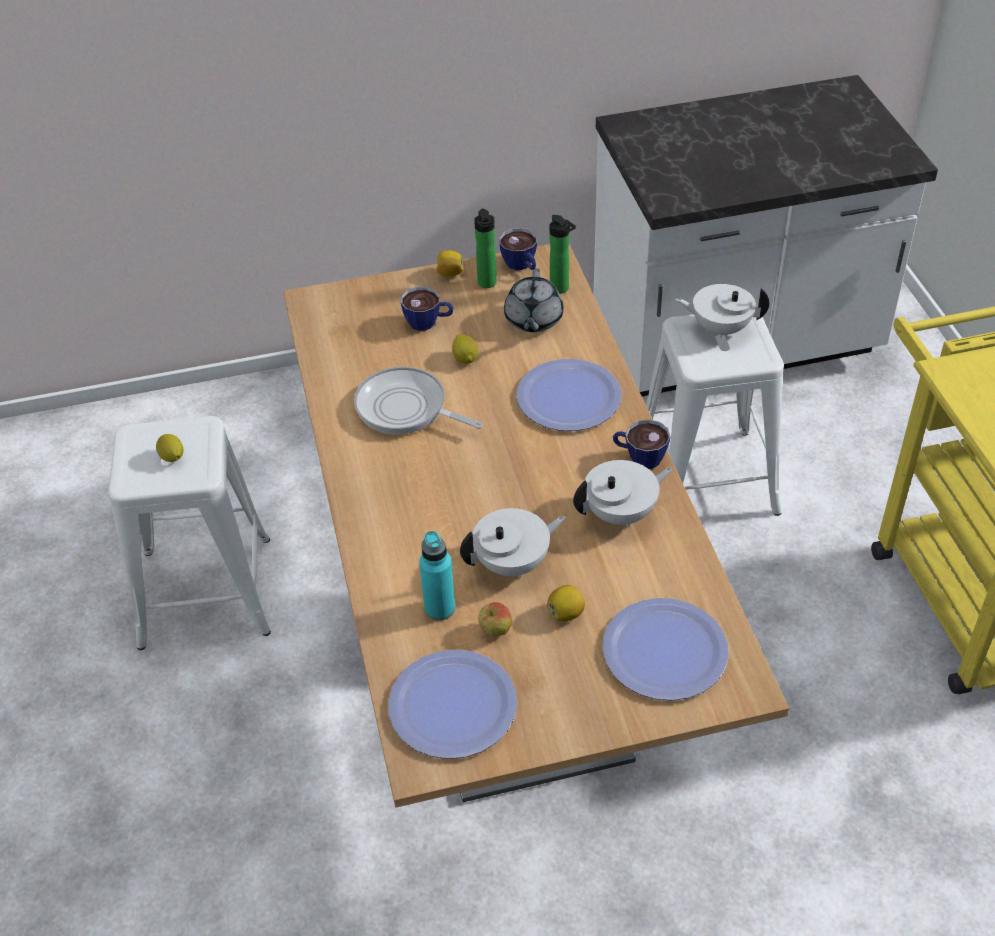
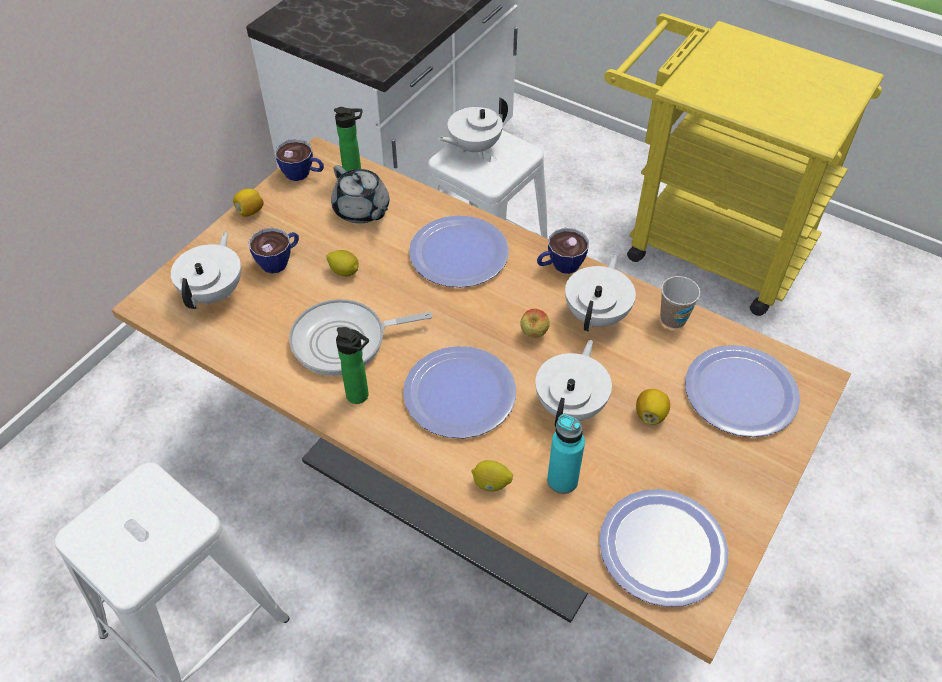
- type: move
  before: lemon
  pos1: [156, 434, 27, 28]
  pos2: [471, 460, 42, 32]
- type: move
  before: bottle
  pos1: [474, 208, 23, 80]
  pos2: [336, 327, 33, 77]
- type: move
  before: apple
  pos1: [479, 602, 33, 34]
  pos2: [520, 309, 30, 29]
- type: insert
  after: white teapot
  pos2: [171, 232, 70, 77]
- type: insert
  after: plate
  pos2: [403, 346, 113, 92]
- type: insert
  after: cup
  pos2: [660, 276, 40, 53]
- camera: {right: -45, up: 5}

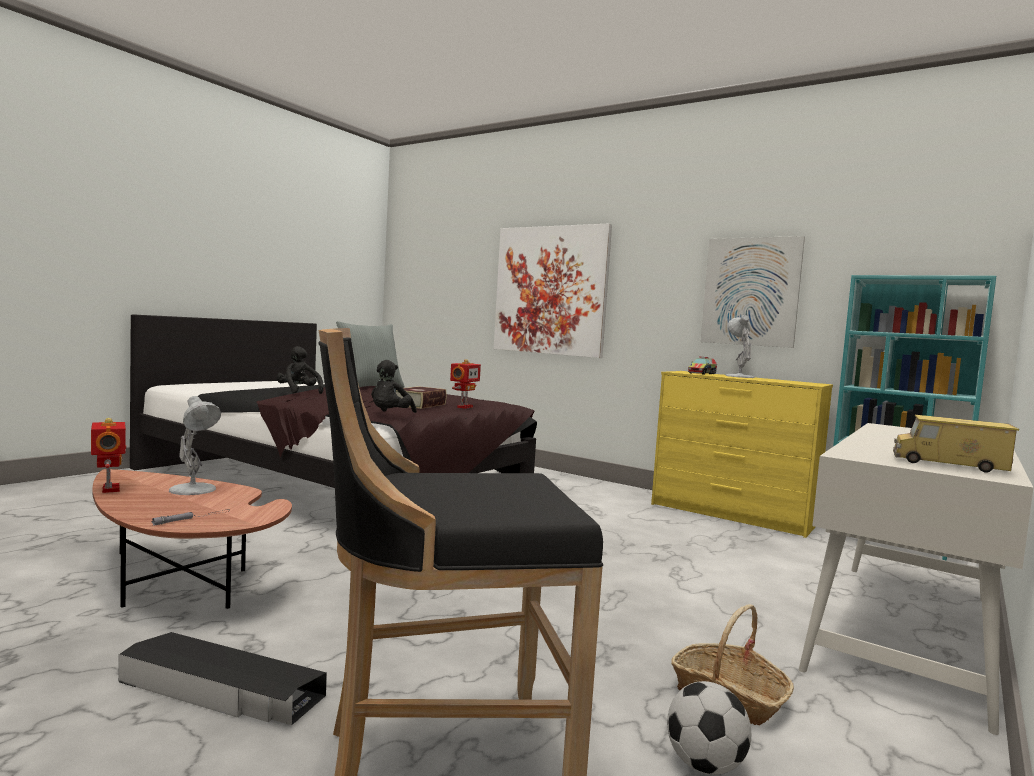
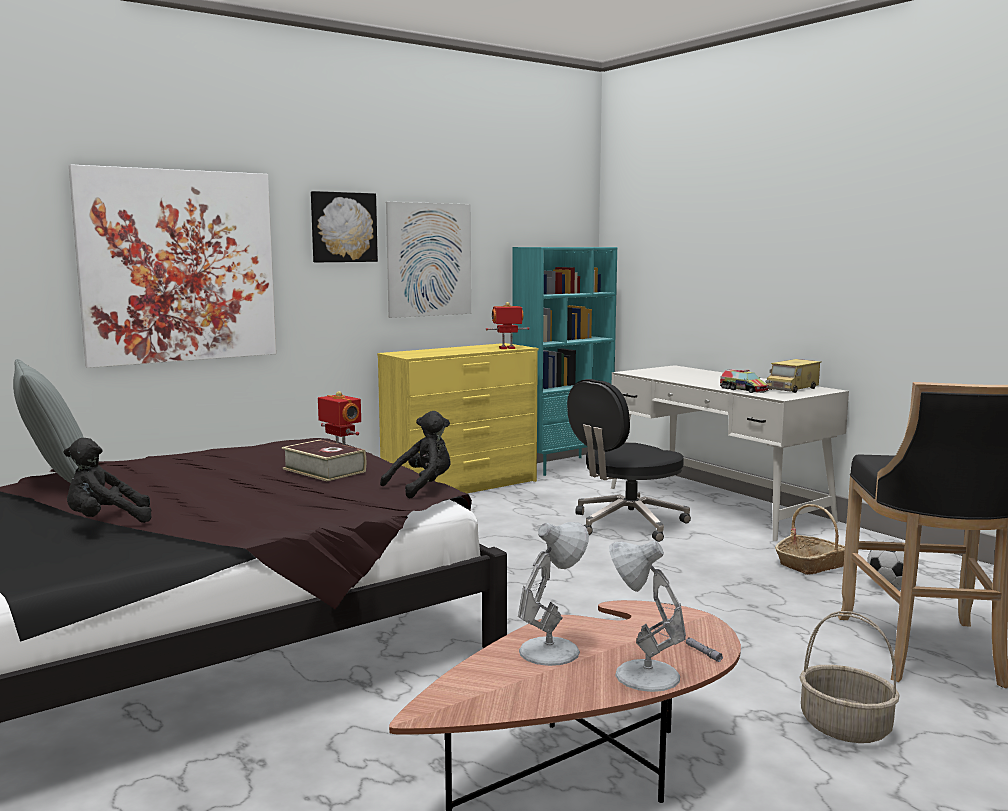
- type: move
  before: toy robot
  pos1: [91, 418, 35, 75]
  pos2: [486, 302, 43, 47]
- type: replace
  before: black storage box
  after: basket
  pos1: [119, 632, 208, 93]
  pos2: [799, 611, 101, 132]
- type: rotate
  before: black plush toy
  pos1: [371, 360, 46, 53]
  pos2: [380, 411, 71, 88]
  turn: -75
- type: move
  before: toy truck
  pos1: [688, 357, 29, 18]
  pos2: [720, 369, 49, 24]
- type: move
  before: white table lamp
  pos1: [725, 315, 29, 63]
  pos2: [609, 540, 77, 152]
- type: insert
  after: picture
  pos2: [311, 191, 67, 71]
- type: insert
  after: black office chair
  pos2: [567, 379, 124, 163]
- camera: {right: -70, up: 5}

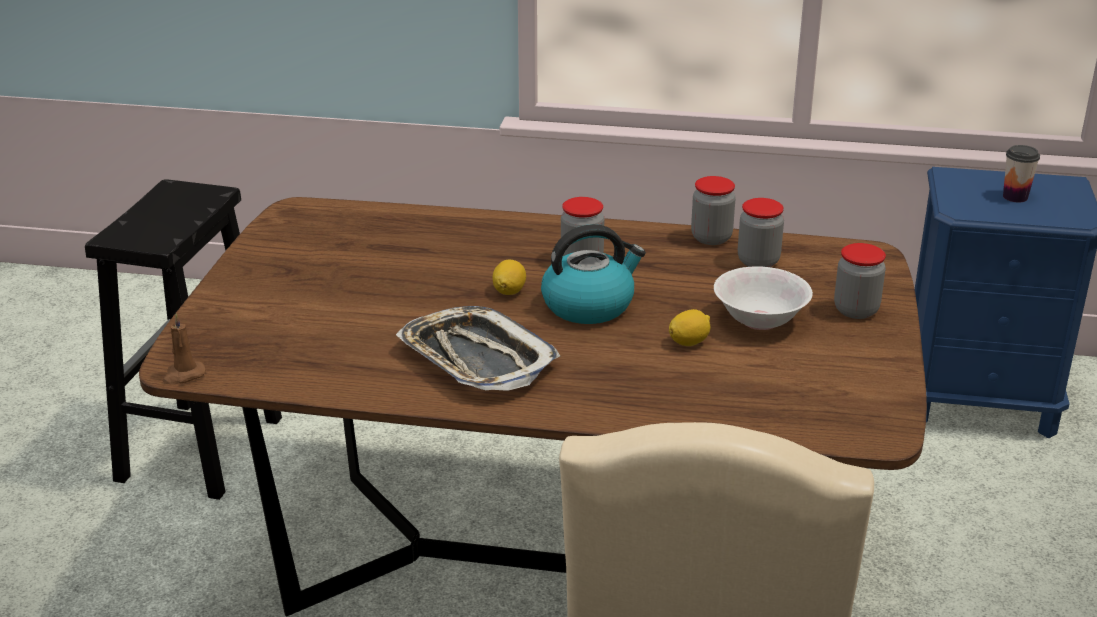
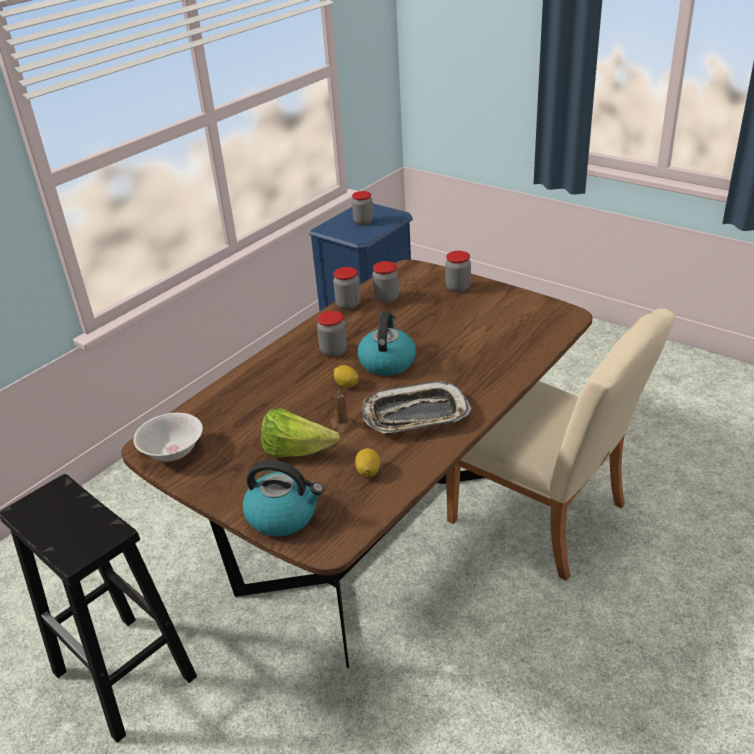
- type: move
  before: brown candle
  pos1: [162, 313, 44, 72]
  pos2: [330, 388, 23, 46]
- type: move
  before: lemon
  pos1: [669, 309, 42, 37]
  pos2: [355, 448, 25, 29]
- type: move
  before: white bowl
  pos1: [714, 267, 99, 63]
  pos2: [133, 413, 70, 49]
- type: replace
  before: cup
  after: jar
  pos1: [1003, 145, 37, 57]
  pos2: [352, 191, 21, 34]
- type: insert
  after: kettle
  pos2: [243, 460, 81, 76]
- type: insert
  after: lettuce
  pos2: [261, 408, 79, 49]
- camera: {right: -60, up: 5}

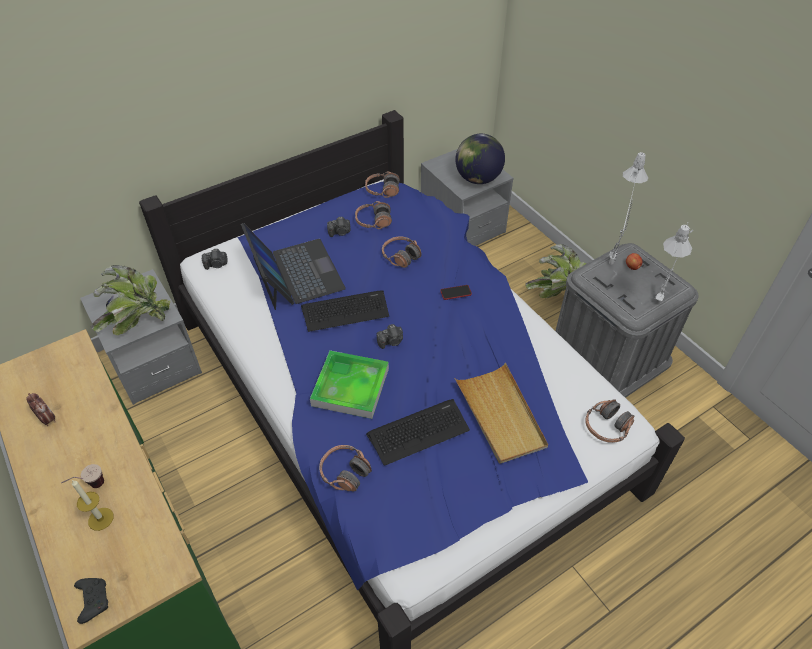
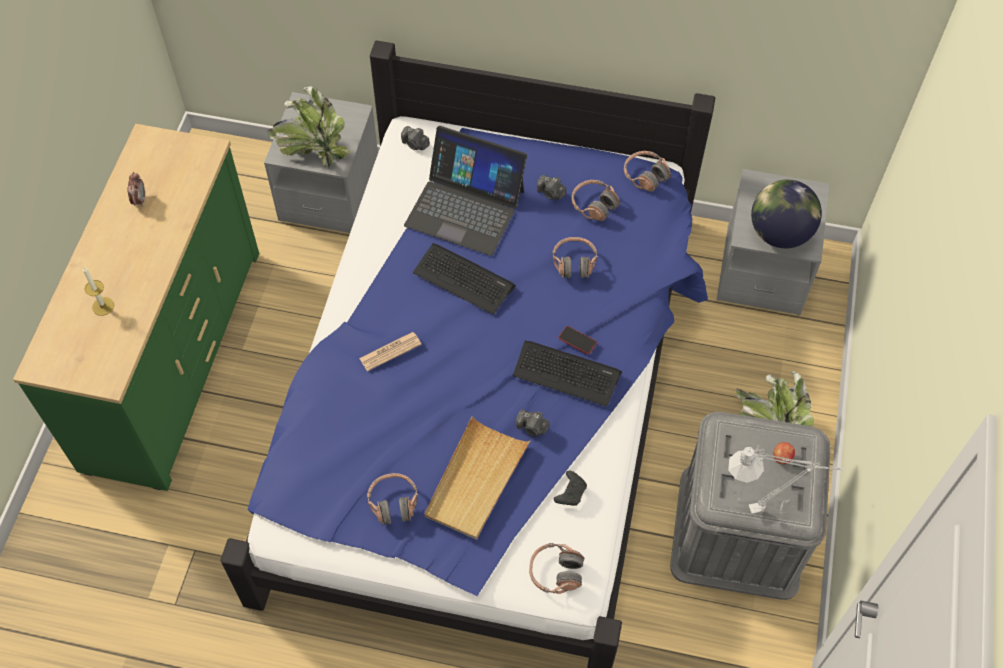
- type: delete
  before: cup
  pos1: [61, 464, 43, 24]
- type: move
  before: black game controller
  pos1: [74, 578, 34, 46]
  pos2: [554, 471, 33, 35]
- type: rotate
  before: laptop
  pos1: [241, 223, 105, 87]
  pos2: [404, 126, 123, 130]
  turn: 90
- type: replace
  before: tray
  after: newspaper
  pos1: [310, 350, 79, 69]
  pos2: [359, 332, 63, 39]
- type: move
  before: headphones
  pos1: [319, 445, 53, 46]
  pos2: [367, 473, 51, 53]
- type: move
  before: keyboard
  pos1: [366, 399, 104, 67]
  pos2: [513, 340, 109, 67]
- type: move
  before: photo camera
  pos1: [376, 324, 27, 25]
  pos2: [516, 409, 34, 28]
- type: delete
  before: grey table lamp
  pos1: [609, 152, 39, 113]
- camera: {right: 45, up: 10}

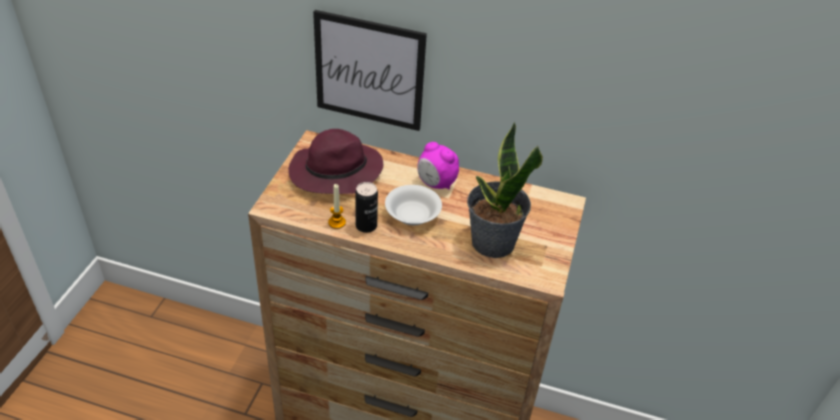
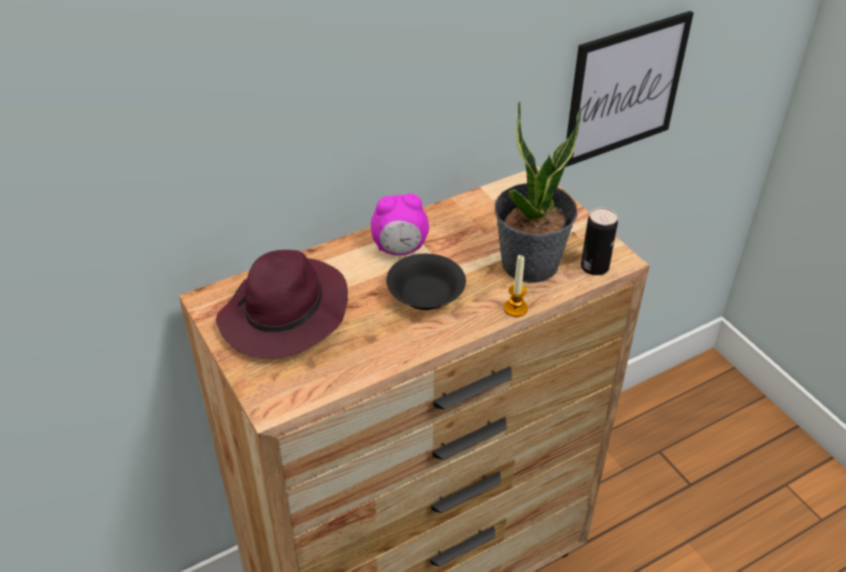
- type: move
  before: picture
  pos1: [313, 10, 114, 121]
  pos2: [565, 11, 129, 156]
- type: move
  before: candle
  pos1: [328, 184, 18, 45]
  pos2: [504, 255, 24, 62]
- type: move
  before: can
  pos1: [355, 182, 23, 51]
  pos2: [581, 207, 37, 68]
- type: recolor
  before: white bowl
  after: black bowl
  pos1: [385, 185, 57, 40]
  pos2: [386, 254, 80, 56]
- camera: {right: -45, up: 0}

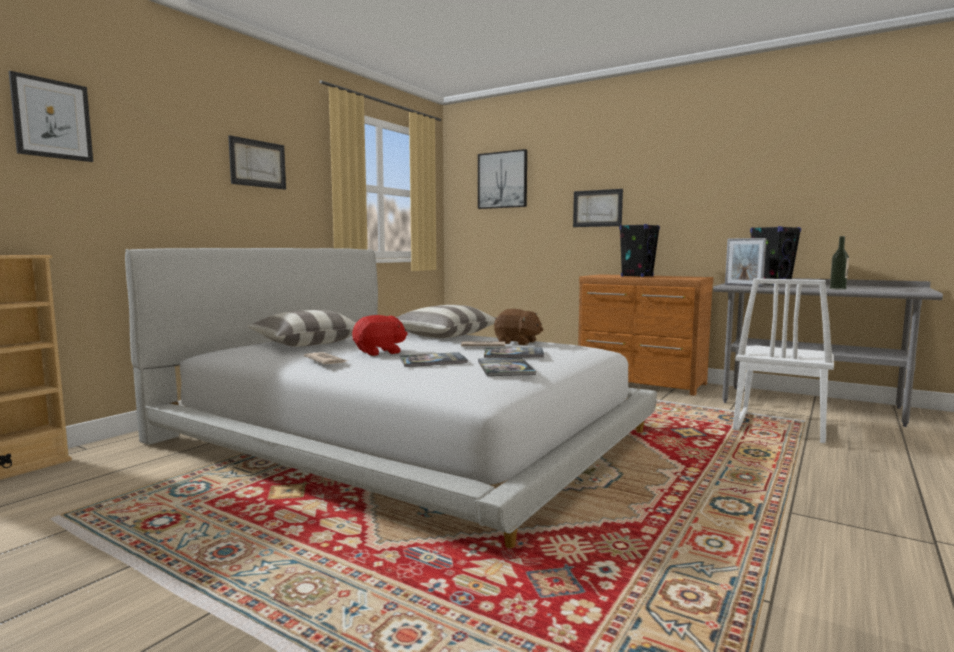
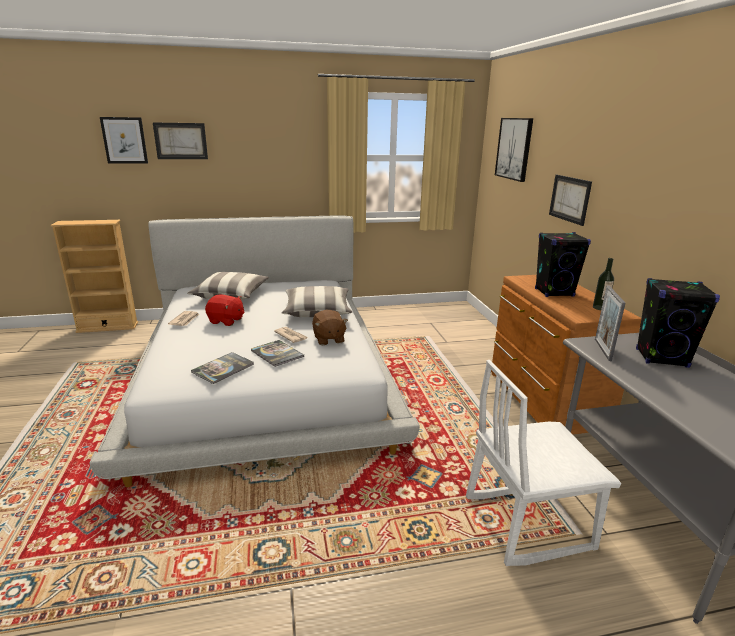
- type: move
  before: picture
  pos1: [228, 135, 58, 55]
  pos2: [153, 122, 55, 37]
- type: delete
  before: book
  pos1: [400, 352, 68, 15]
- type: move
  before: bottle
  pos1: [830, 236, 19, 54]
  pos2: [593, 258, 21, 52]
- camera: {right: 45, up: 15}

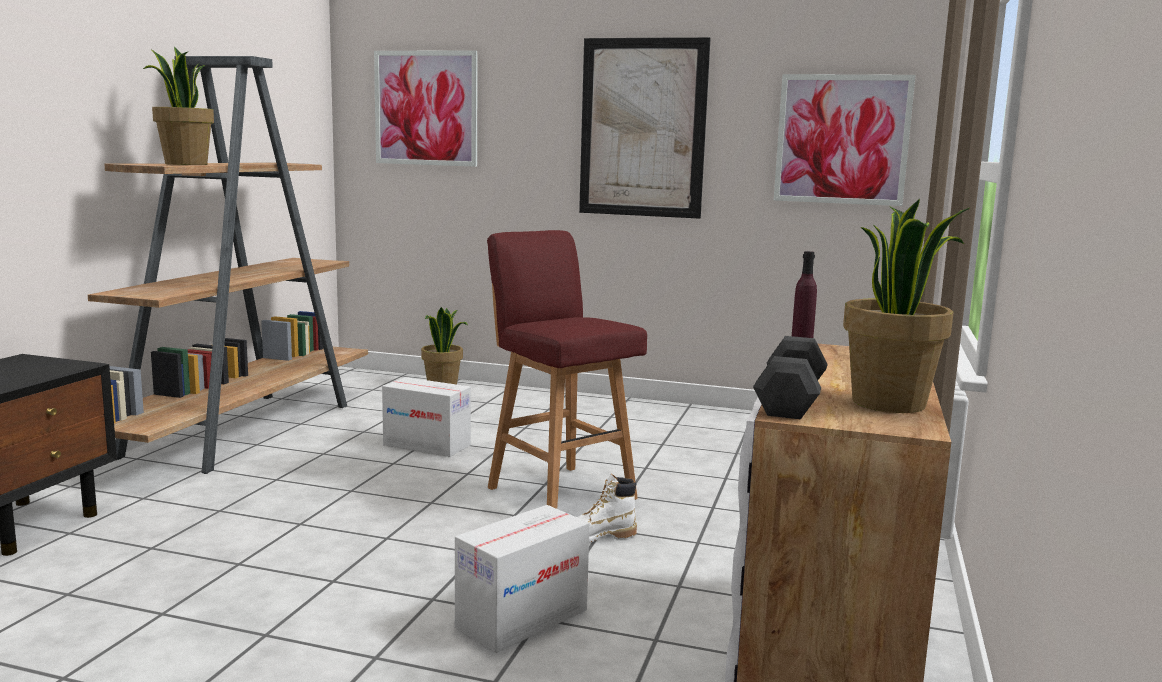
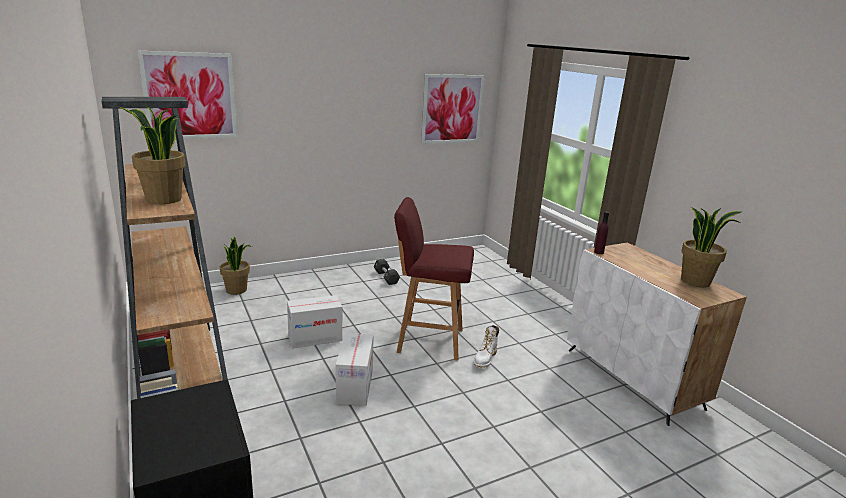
- type: move
  before: cardboard box
  pos1: [455, 505, 135, 148]
  pos2: [336, 333, 38, 73]
- type: delete
  before: picture
  pos1: [579, 37, 132, 182]
- type: move
  before: black dumbbell
  pos1: [753, 336, 75, 83]
  pos2: [373, 259, 27, 26]
- camera: {right: -45, up: 10}

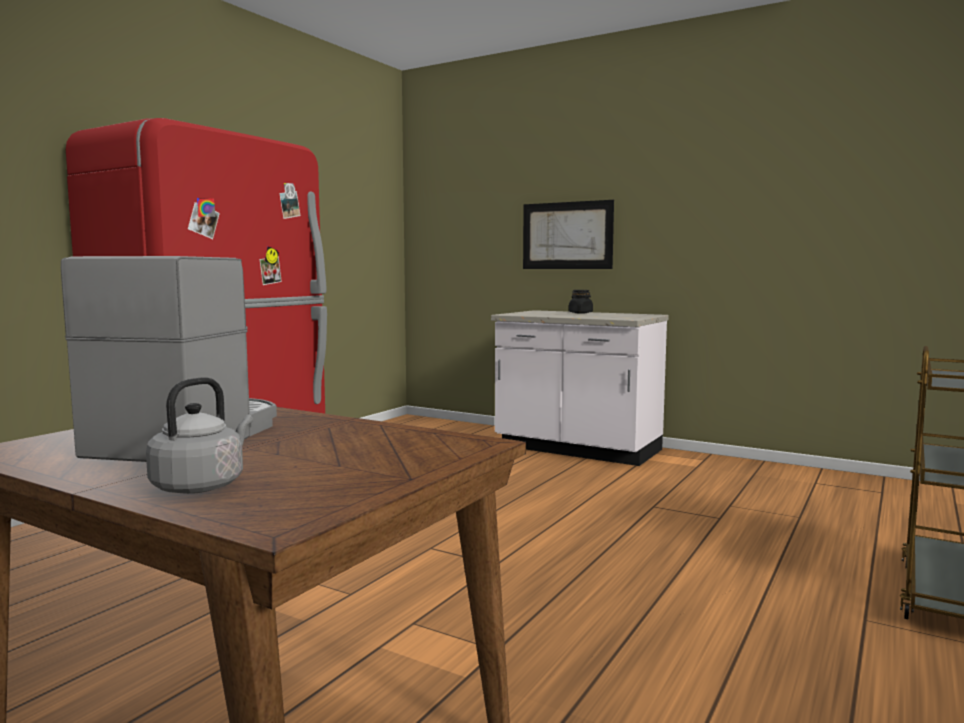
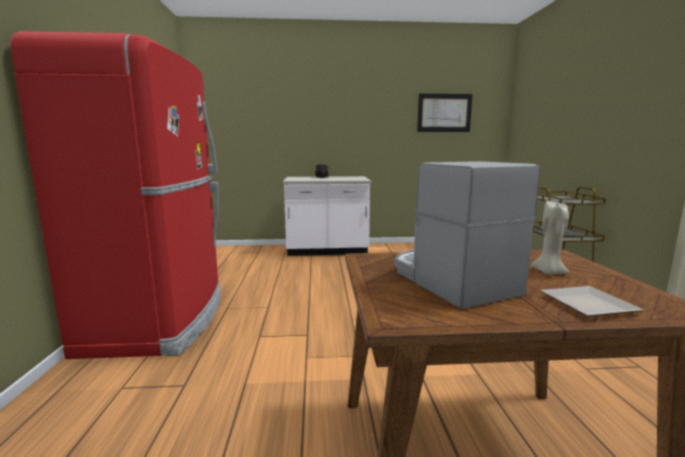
- type: replace
  before: grey kettle
  after: plate
  pos1: [146, 377, 107, 117]
  pos2: [540, 286, 103, 30]
- type: move
  before: picture
  pos1: [523, 200, 91, 69]
  pos2: [417, 94, 55, 38]
- type: insert
  after: beige candle
  pos2: [531, 201, 39, 74]
- camera: {right: -35, up: 5}

